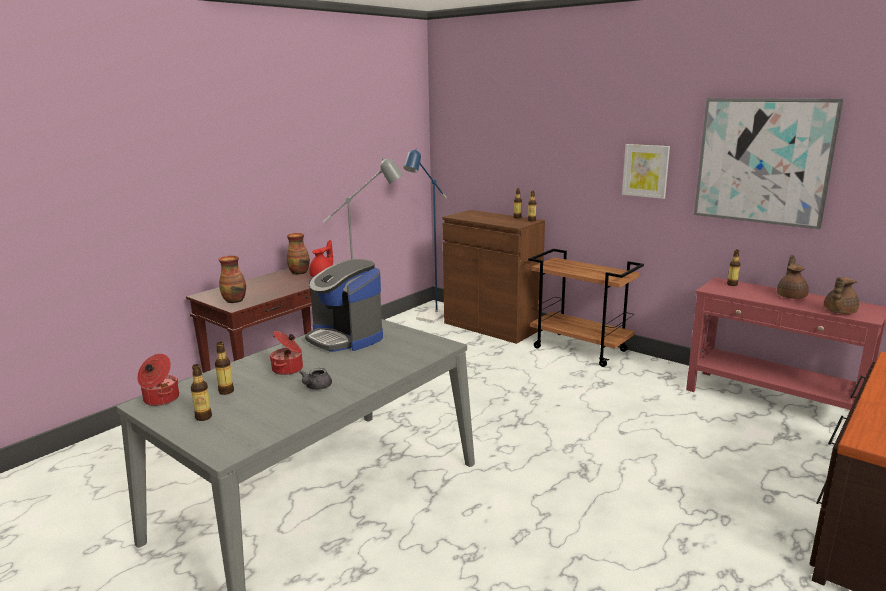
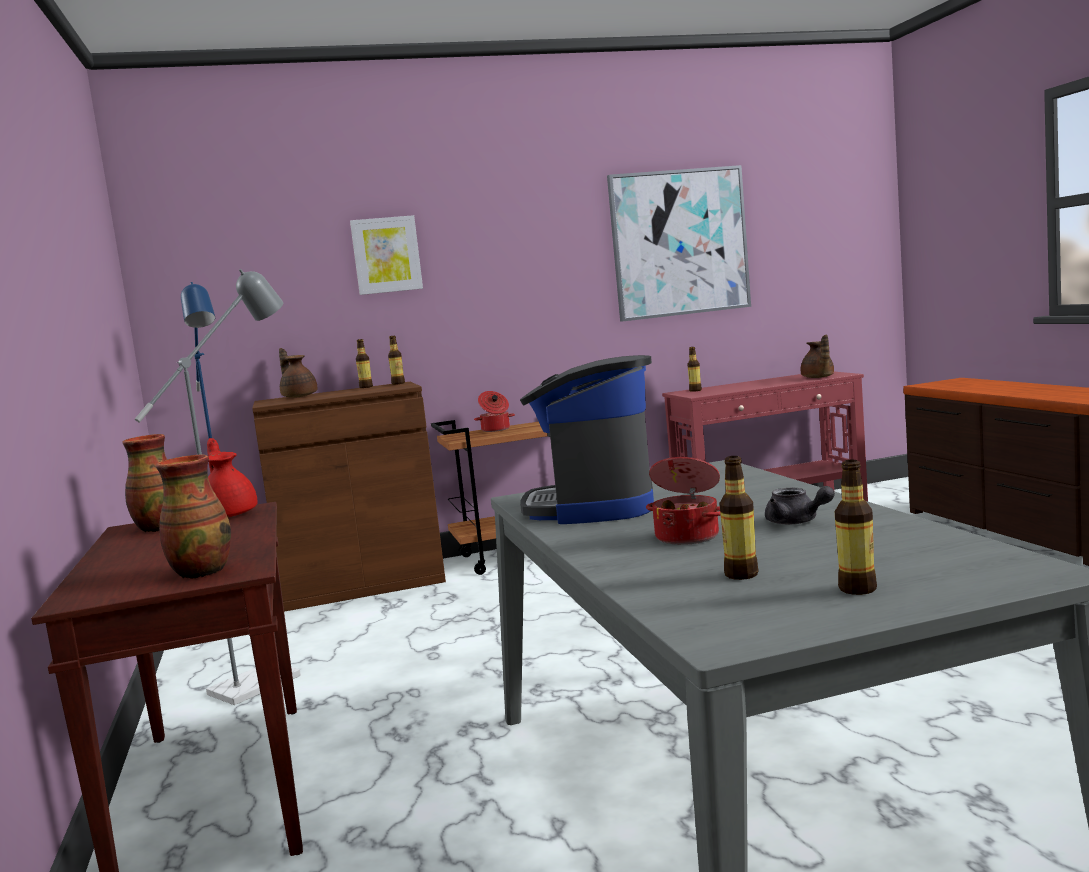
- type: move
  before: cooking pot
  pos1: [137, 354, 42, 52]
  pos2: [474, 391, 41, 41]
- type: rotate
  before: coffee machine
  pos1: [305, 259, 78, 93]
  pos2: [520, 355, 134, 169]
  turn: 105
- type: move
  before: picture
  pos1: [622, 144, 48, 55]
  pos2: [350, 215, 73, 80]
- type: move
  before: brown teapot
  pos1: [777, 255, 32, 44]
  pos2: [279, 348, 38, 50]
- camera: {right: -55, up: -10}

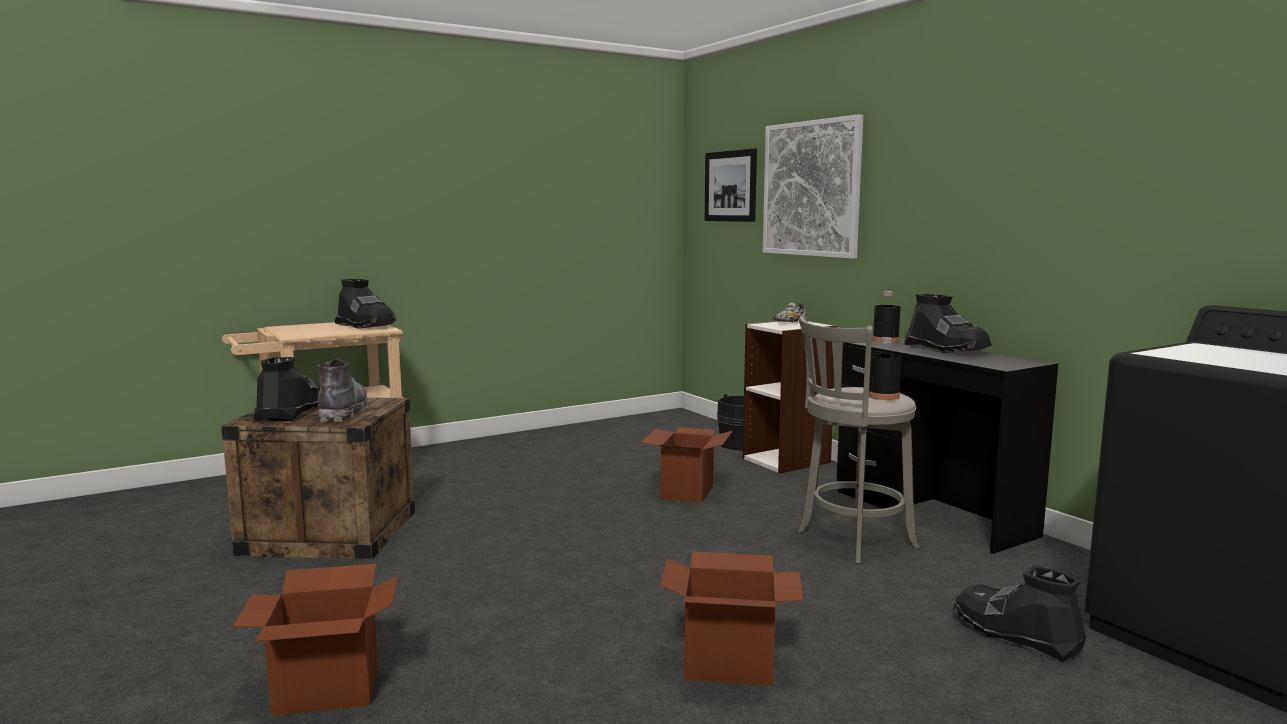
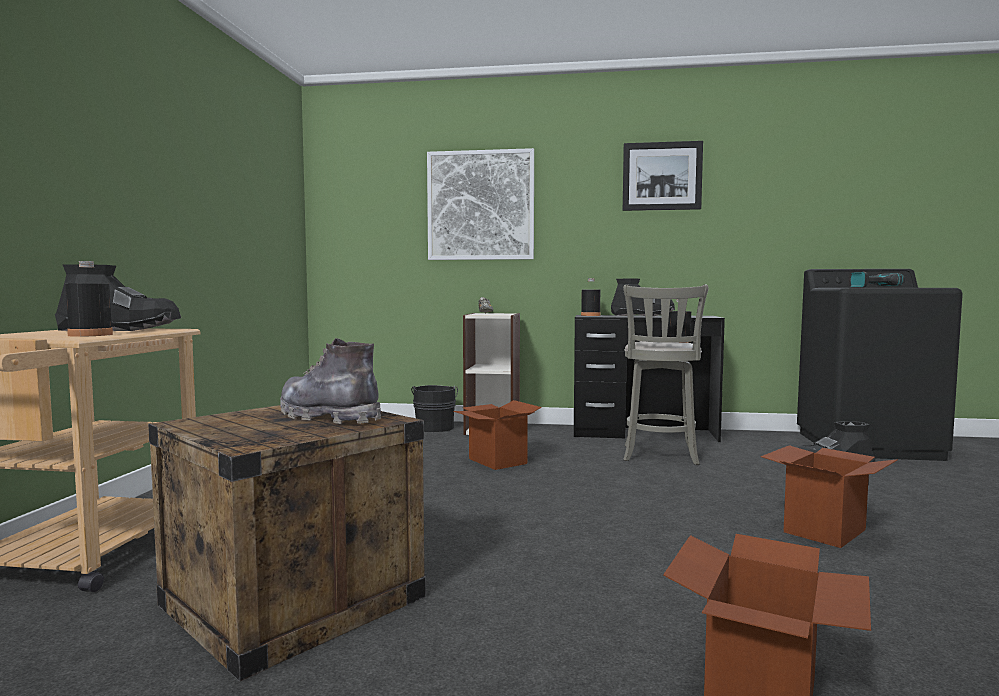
- type: delete
  before: black boot
  pos1: [254, 357, 66, 64]
- type: move
  before: picture
  pos1: [705, 148, 52, 74]
  pos2: [623, 141, 80, 70]
- type: insert
  after: black bottle
  pos2: [65, 261, 48, 76]
- type: insert
  after: power drill
  pos2: [850, 272, 55, 15]
- camera: {right: -50, up: -5}

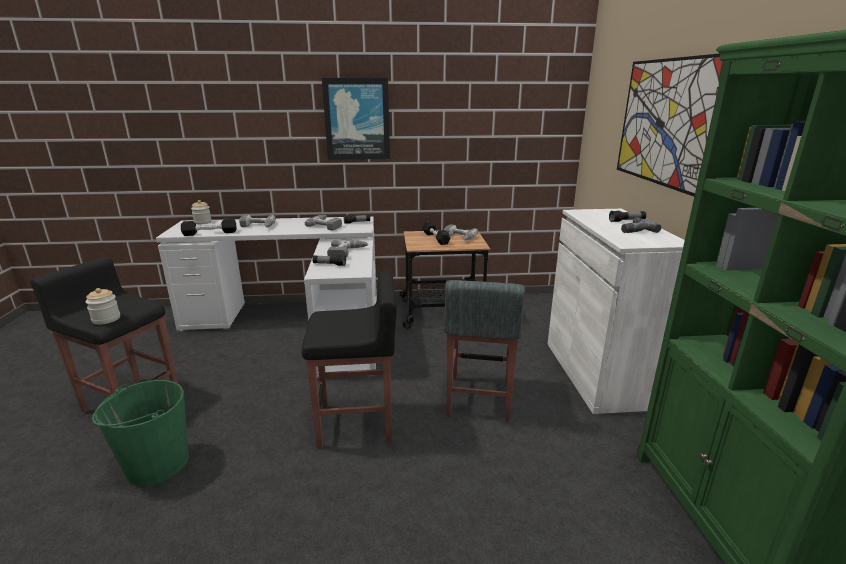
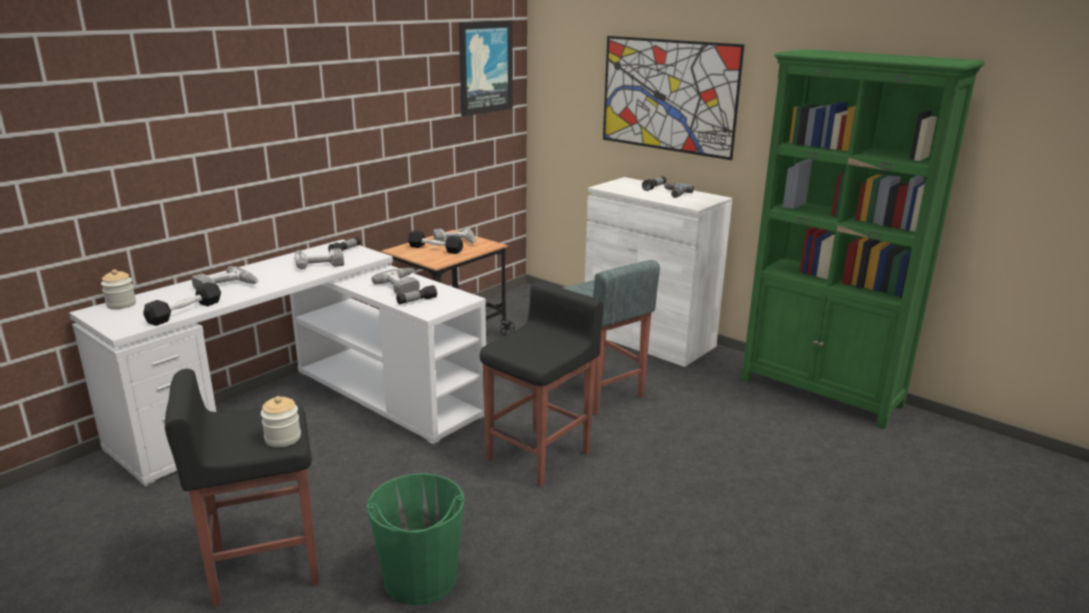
- type: move
  before: picture
  pos1: [322, 78, 68, 82]
  pos2: [459, 20, 54, 96]
- camera: {right: -45, up: 0}

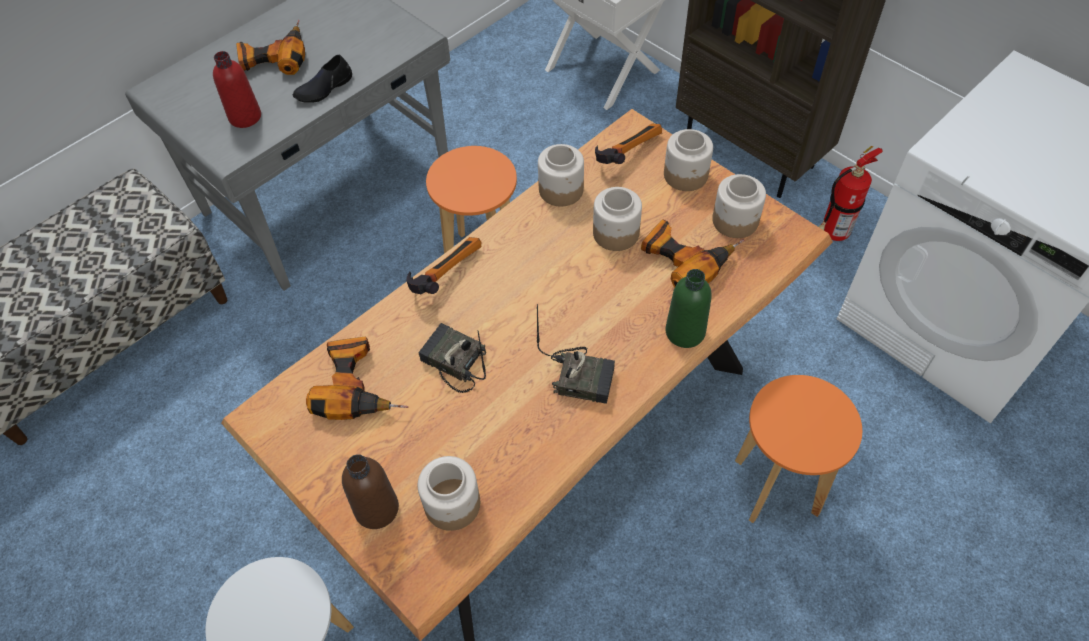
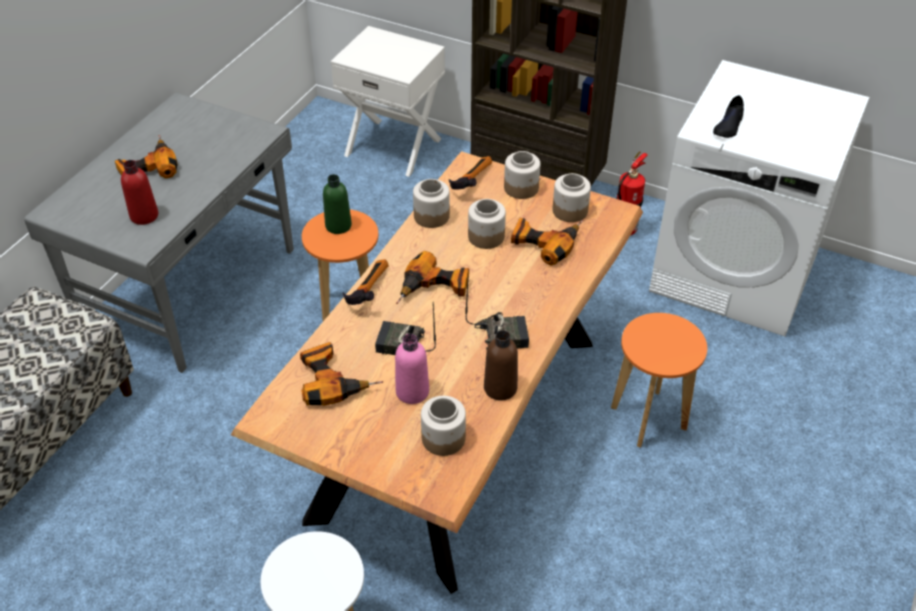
- type: move
  before: black shoe
  pos1: [293, 54, 59, 49]
  pos2: [713, 95, 31, 43]
- type: move
  before: brown bottle
  pos1: [342, 454, 57, 75]
  pos2: [484, 330, 34, 71]
- type: move
  before: green bottle
  pos1: [666, 269, 46, 79]
  pos2: [323, 174, 29, 60]
- type: insert
  after: pink bottle
  pos2: [395, 334, 34, 70]
- type: insert
  after: power drill
  pos2: [396, 251, 73, 53]
- camera: {right: -20, up: -10}

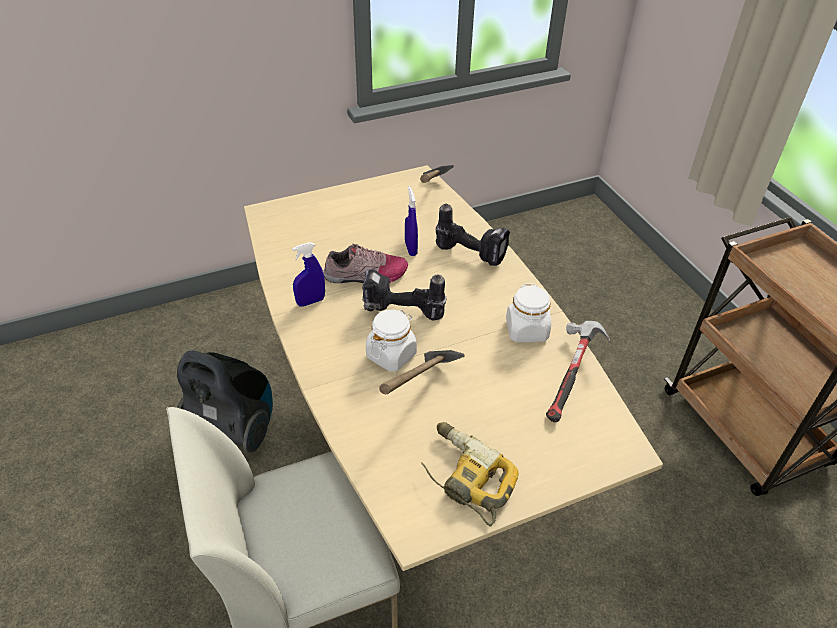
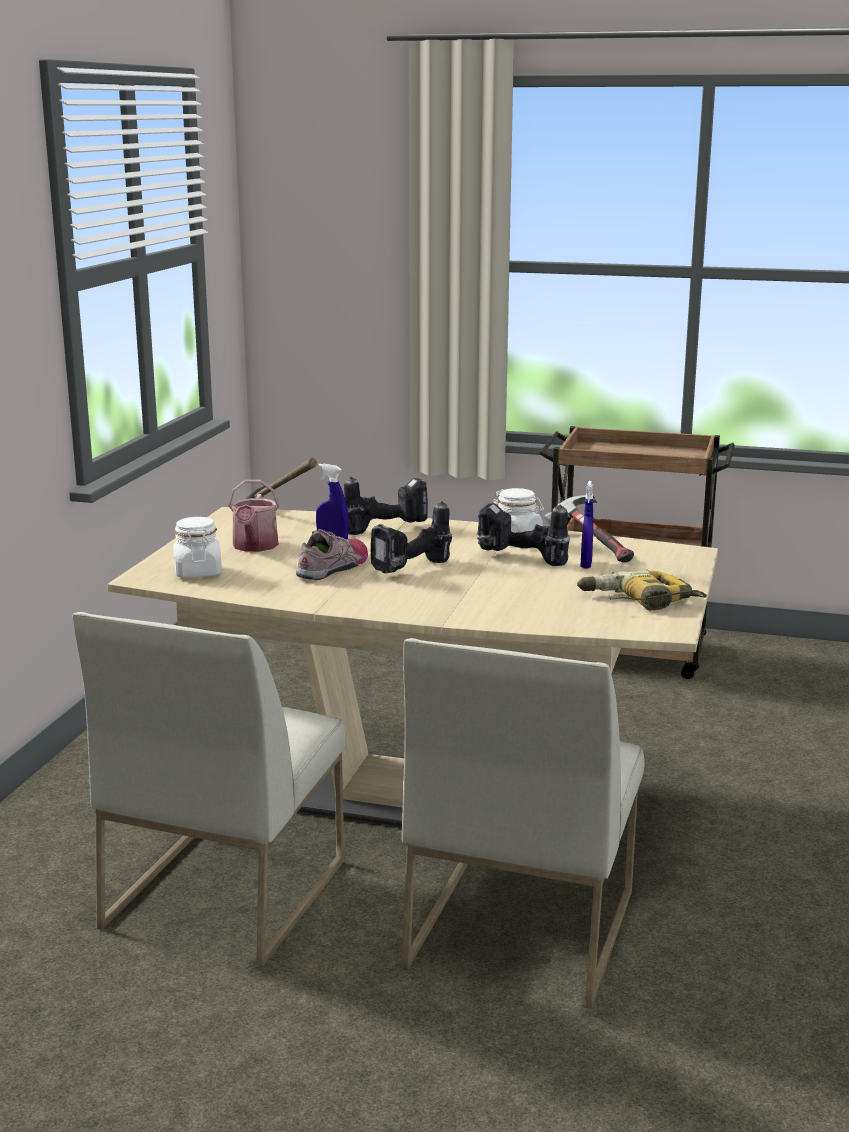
- type: replace
  before: vacuum cleaner
  after: white chair
  pos1: [177, 350, 96, 103]
  pos2: [72, 612, 273, 355]
- type: move
  before: blue spray bottle
  pos1: [292, 242, 33, 65]
  pos2: [581, 481, 12, 88]
- type: move
  before: white jar
  pos1: [366, 310, 51, 62]
  pos2: [173, 517, 49, 61]
- type: delete
  before: hammer
  pos1: [379, 350, 86, 44]
- type: insert
  after: watering can
  pos2: [228, 480, 51, 72]
- type: insert
  after: power drill
  pos2: [477, 503, 93, 63]
- camera: {right: -50, up: -25}

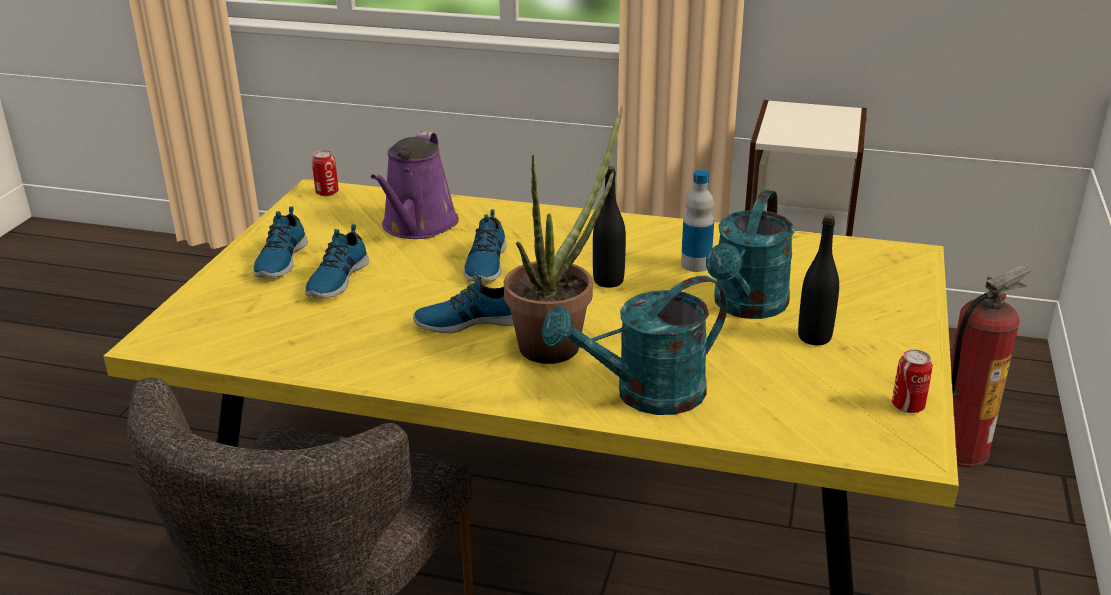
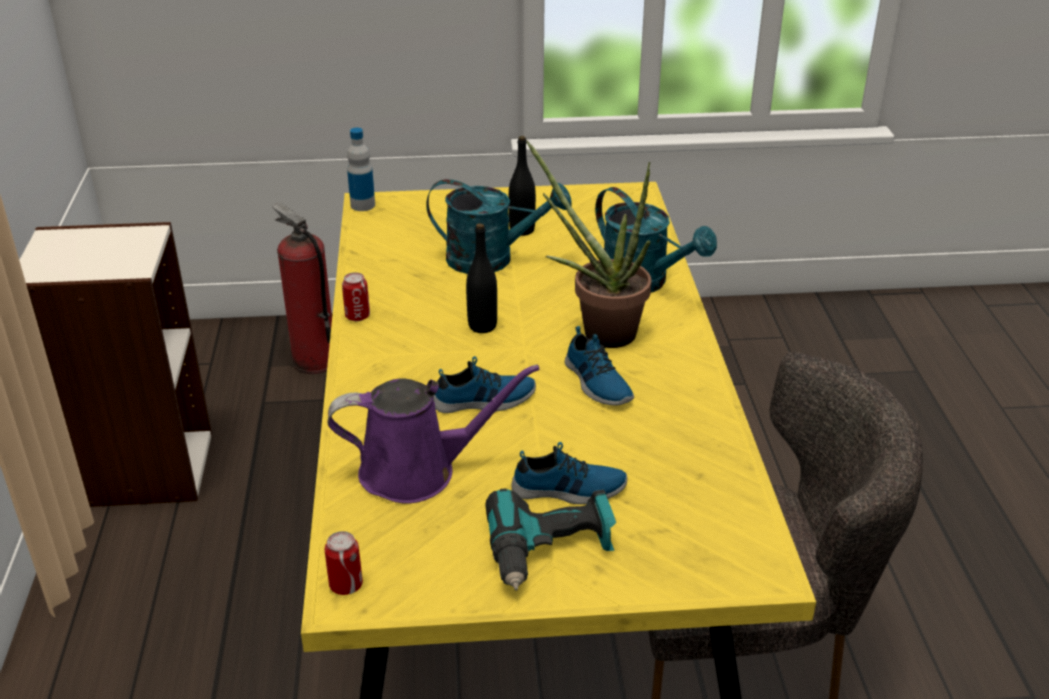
- type: replace
  before: shoe
  after: power drill
  pos1: [253, 206, 55, 71]
  pos2: [486, 488, 130, 103]
- type: move
  before: bottle
  pos1: [681, 170, 33, 102]
  pos2: [347, 128, 28, 83]
- type: move
  before: can
  pos1: [892, 349, 41, 64]
  pos2: [342, 272, 28, 49]
- camera: {right: -110, up: 5}

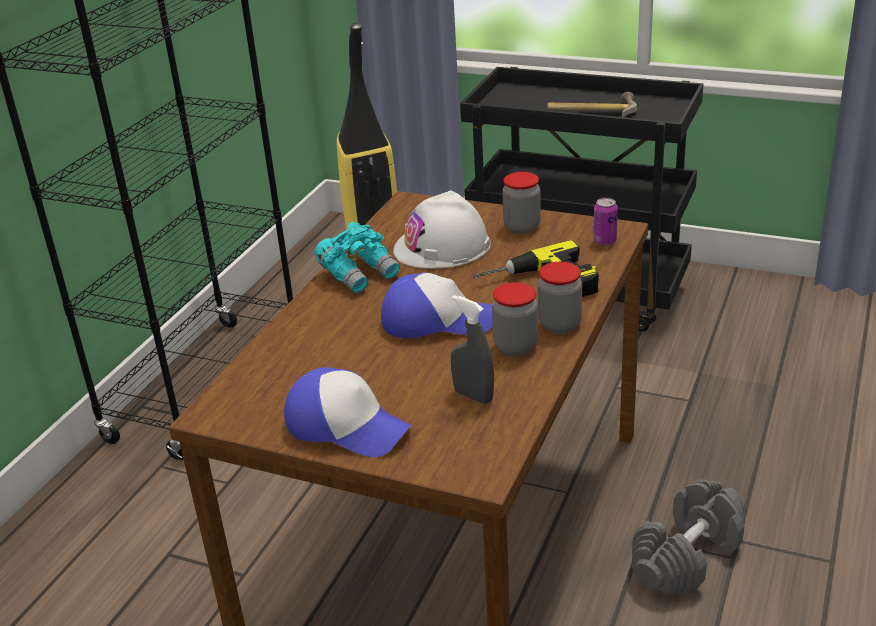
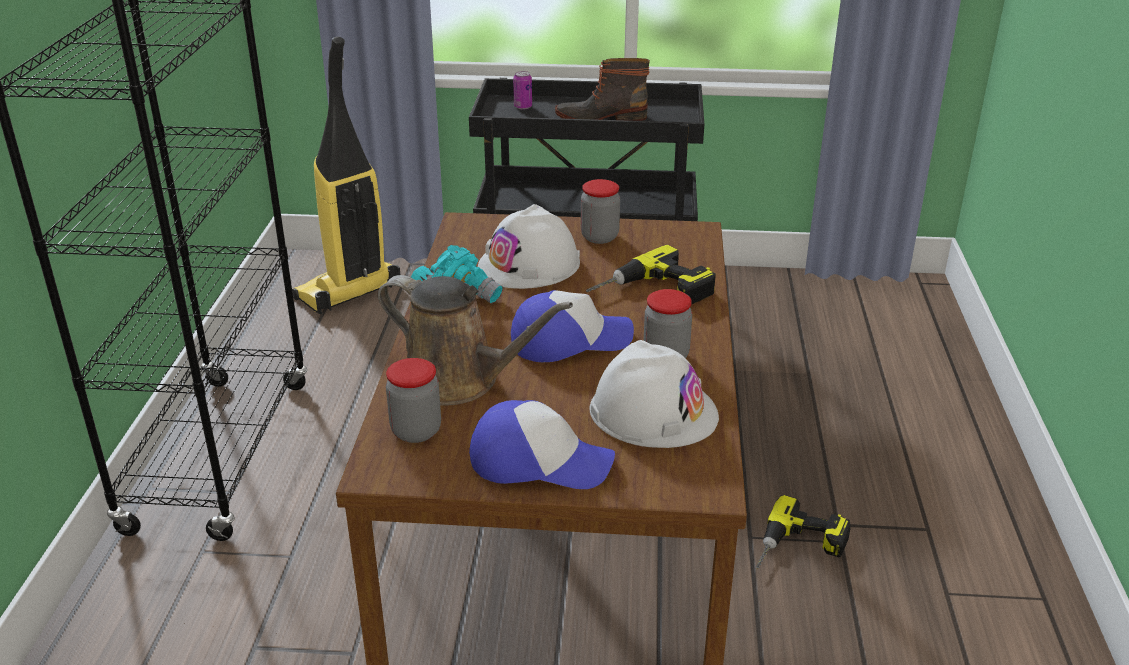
- type: replace
  before: grey spray bottle
  after: white hard hat
  pos1: [451, 295, 43, 109]
  pos2: [590, 340, 129, 108]
- type: move
  before: jar
  pos1: [538, 262, 44, 72]
  pos2: [386, 358, 55, 85]
- type: replace
  before: hammer
  after: boot
  pos1: [547, 92, 90, 25]
  pos2: [555, 58, 95, 63]
- type: move
  before: can
  pos1: [593, 198, 25, 48]
  pos2: [513, 71, 19, 39]
- type: replace
  before: grey dumbbell
  after: power drill
  pos1: [632, 479, 113, 117]
  pos2: [756, 495, 95, 73]
- type: insert
  after: brown watering can
  pos2: [378, 275, 195, 130]
- camera: {right: -20, up: 0}

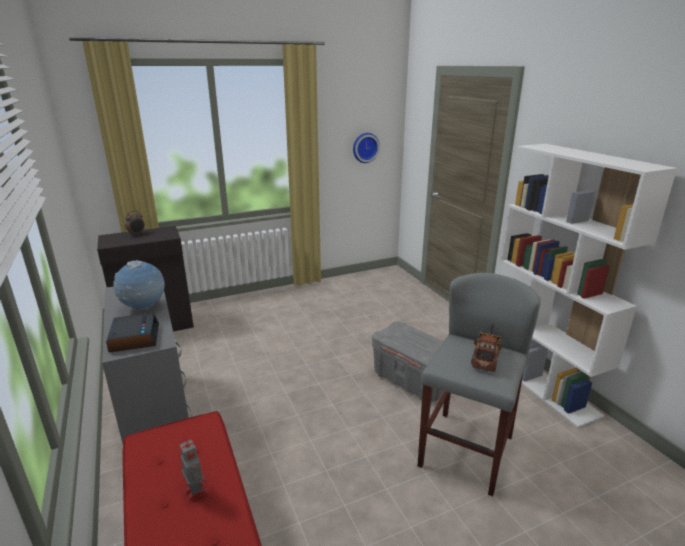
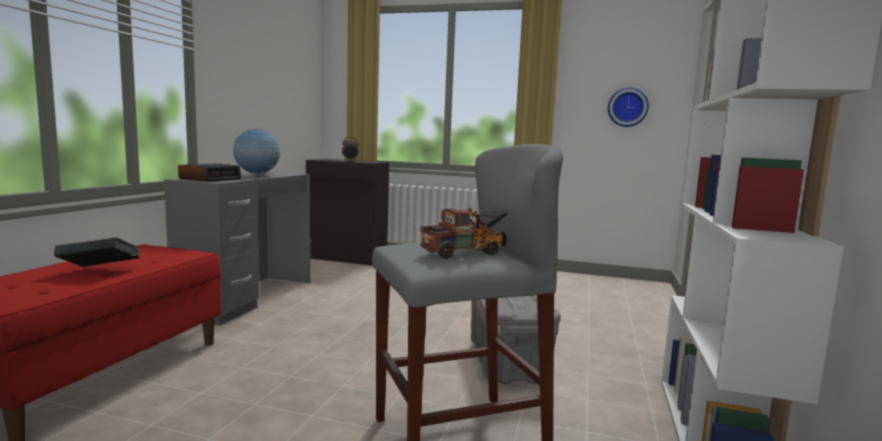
- type: replace
  before: toy robot
  after: book
  pos1: [180, 438, 28, 64]
  pos2: [54, 238, 87, 29]
- camera: {right: 40, up: -15}

